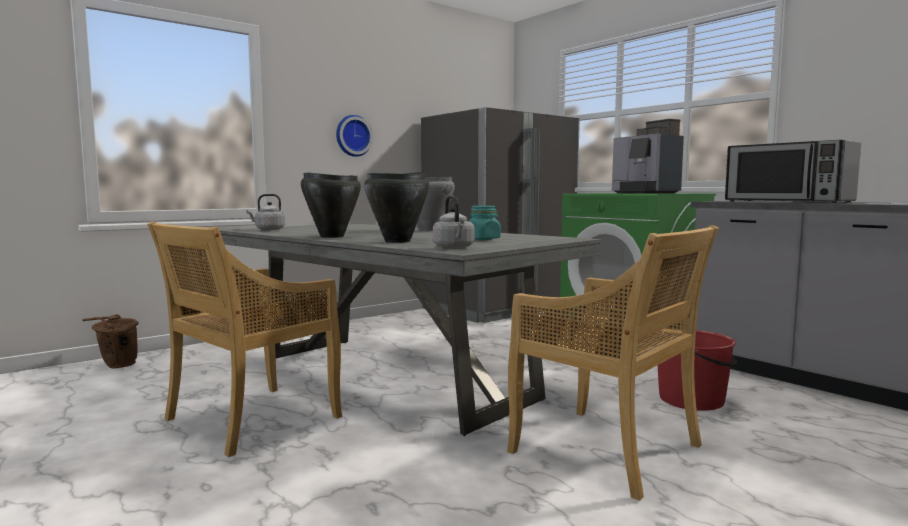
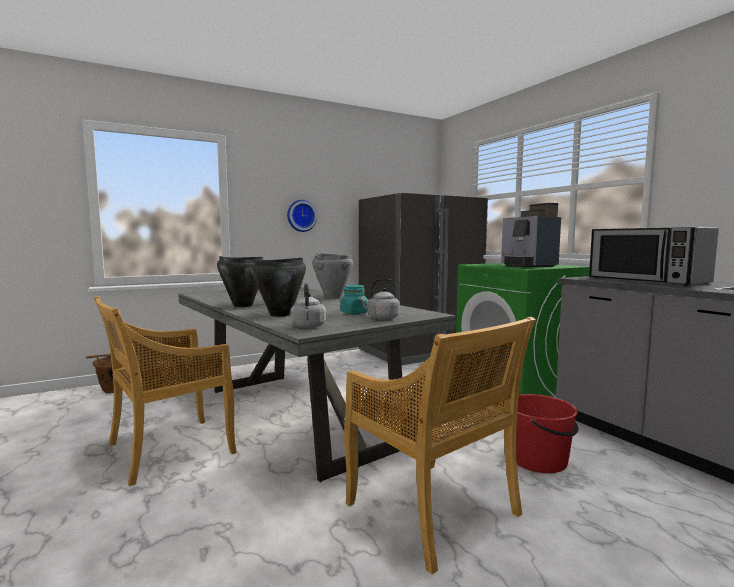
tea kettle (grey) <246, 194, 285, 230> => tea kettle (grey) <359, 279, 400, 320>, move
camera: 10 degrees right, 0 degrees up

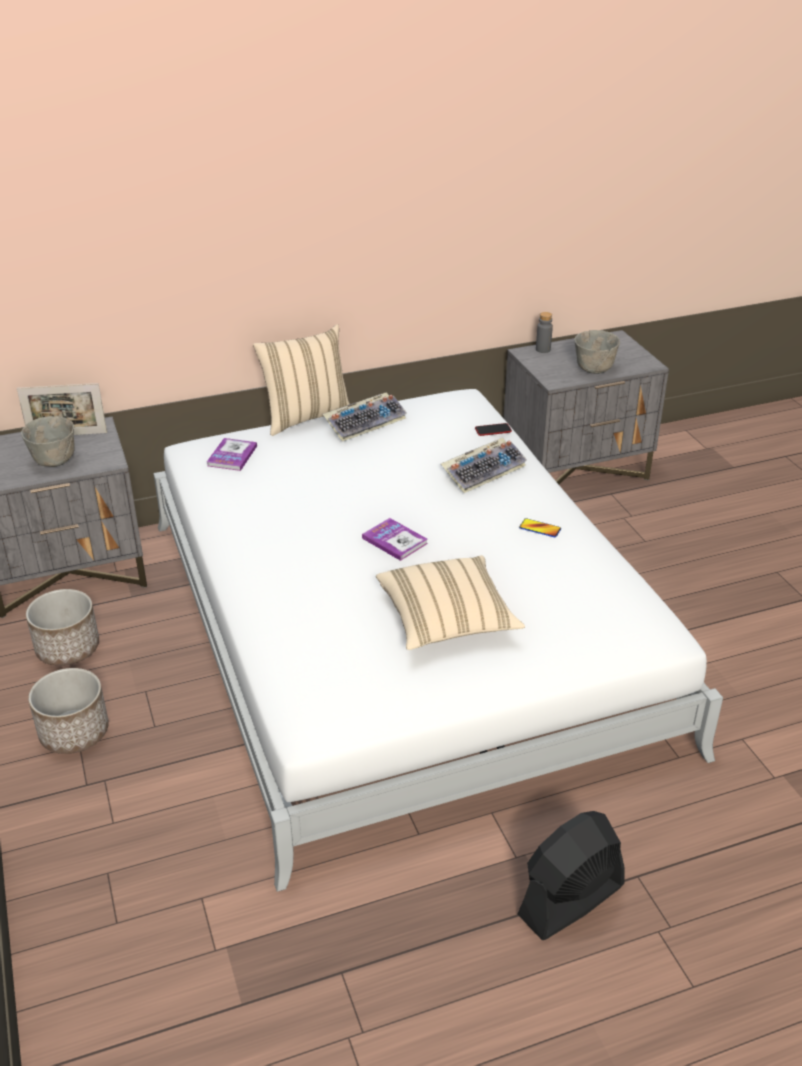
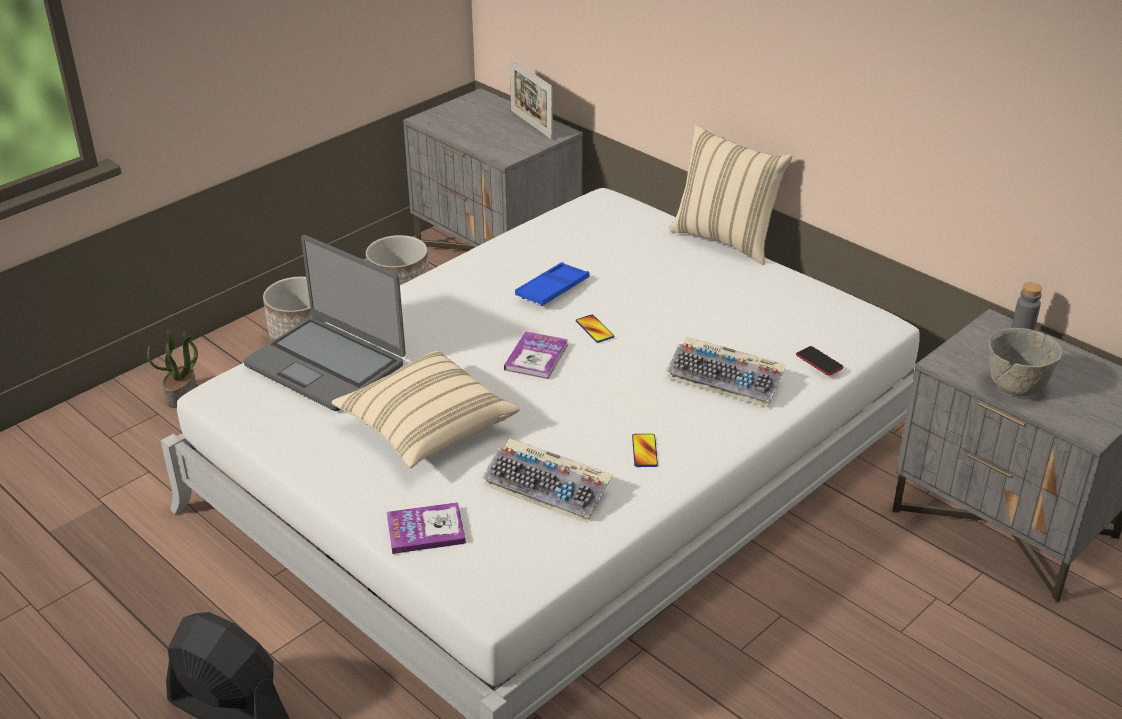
bowl (grey) <21, 416, 75, 467> => nothing
bound book <207, 438, 257, 471> => bound book <387, 502, 466, 554>, move
keyboard <323, 392, 407, 442> => keyboard <482, 439, 612, 523>, move
nothing => potted plant <147, 330, 198, 408>
nothing => notebook computer <243, 235, 406, 411>
nothing => tray (bluish) <515, 262, 589, 306>
nothing => handset <576, 315, 614, 343>
camera: 65 degrees right, 0 degrees up

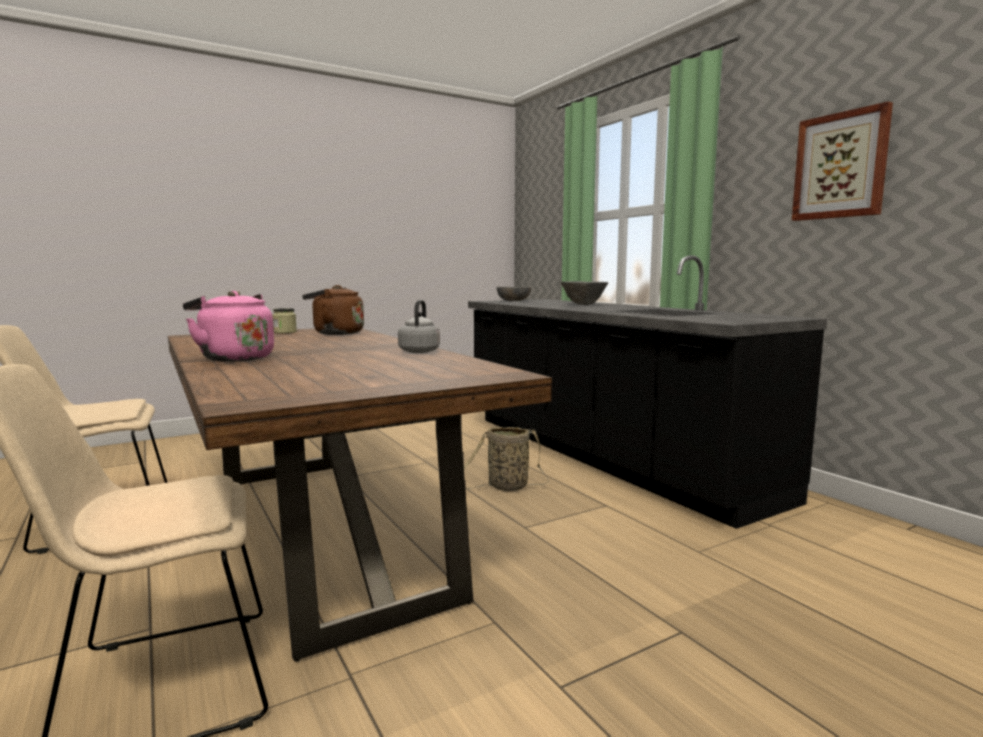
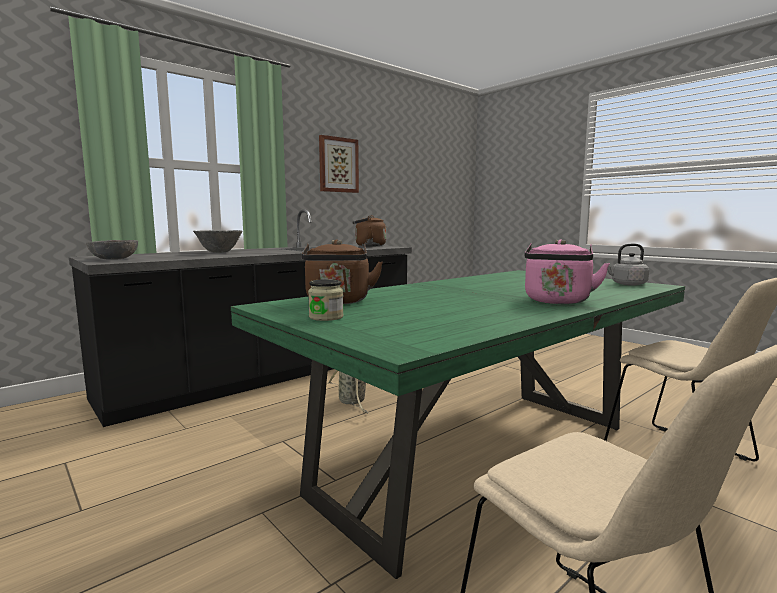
dinner table (brownish) <168, 328, 552, 662> => dinner table (green-coloured) <231, 270, 685, 579>
tea kettle (grey) <398, 300, 440, 353> => tea kettle (grey) <604, 244, 649, 286>, move
nothing => tea kettle (brownish) <353, 215, 386, 246>
camera: 100 degrees left, 0 degrees up

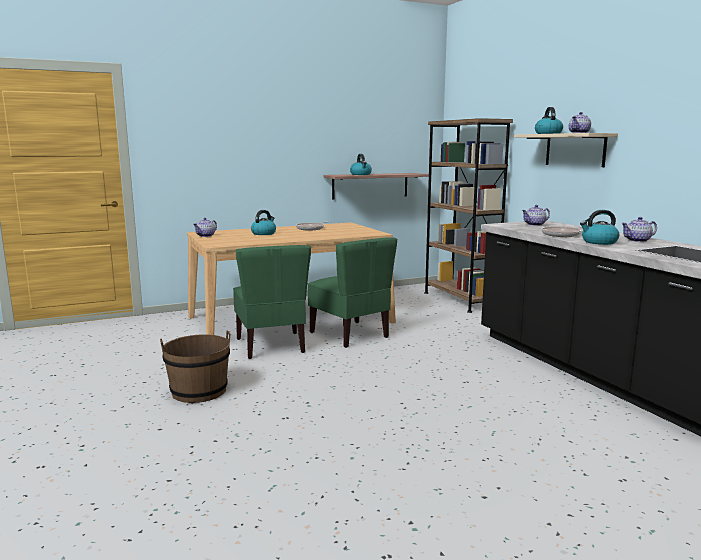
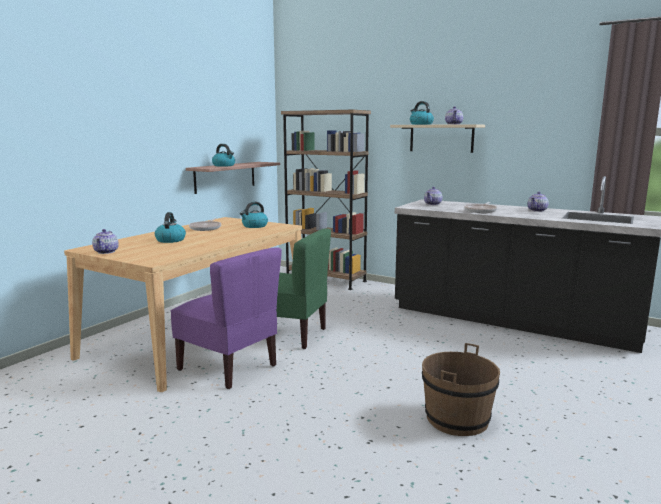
water bucket (brownish) <160, 330, 230, 403> => water bucket (brownish) <422, 343, 500, 436>, move
chair (green-coloured) <233, 245, 311, 359> => chair (purple) <171, 247, 282, 389>
tea kettle <580, 210, 619, 245> => tea kettle <240, 202, 268, 228>, move
camera: 35 degrees left, 0 degrees up

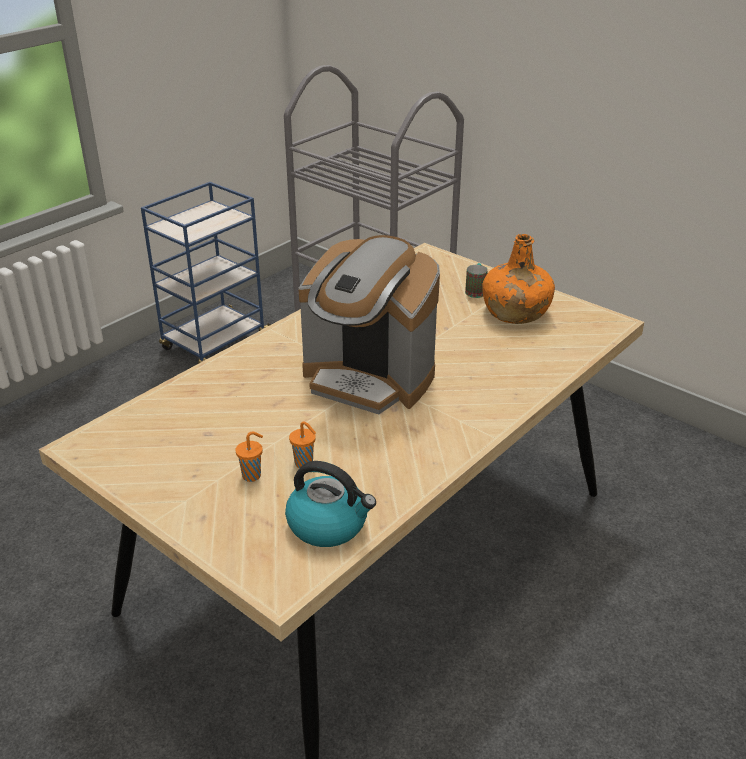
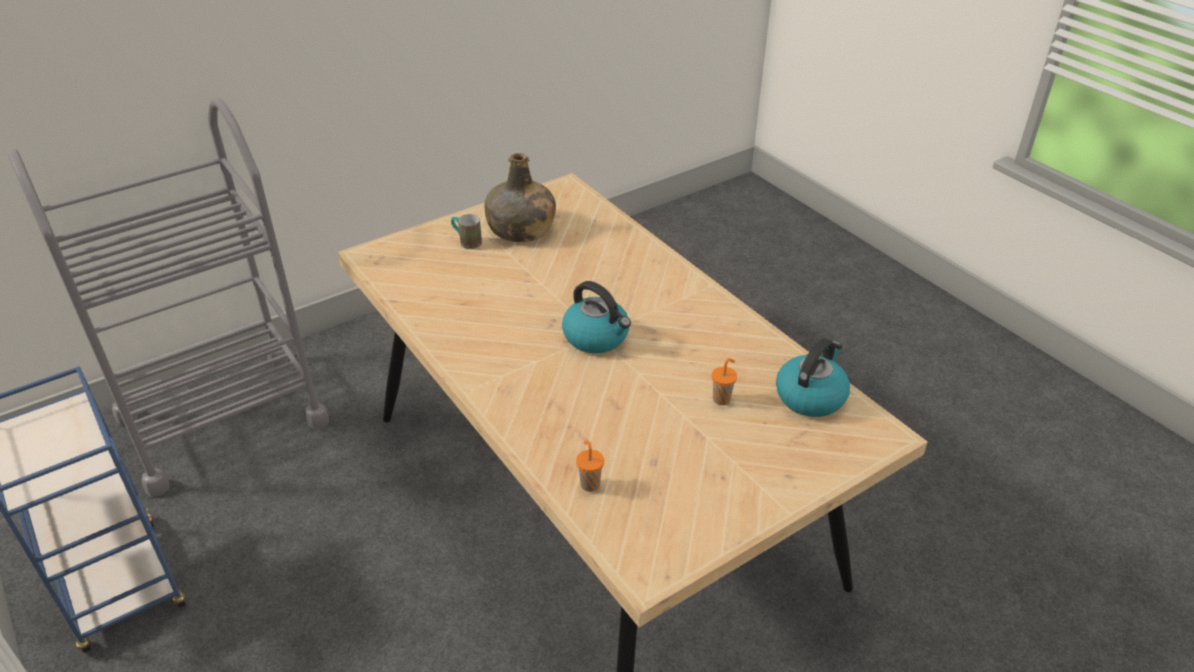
drinking cup (orangey) <235, 432, 263, 482> => drinking cup (orangey) <576, 441, 604, 492>, move
coffee maker <299, 235, 440, 414> => tea kettle <562, 281, 631, 353>
beverage bottle (orangey) <482, 234, 555, 324> => beverage bottle (green-coloured) <485, 153, 556, 242>
camera: 75 degrees left, 5 degrees up

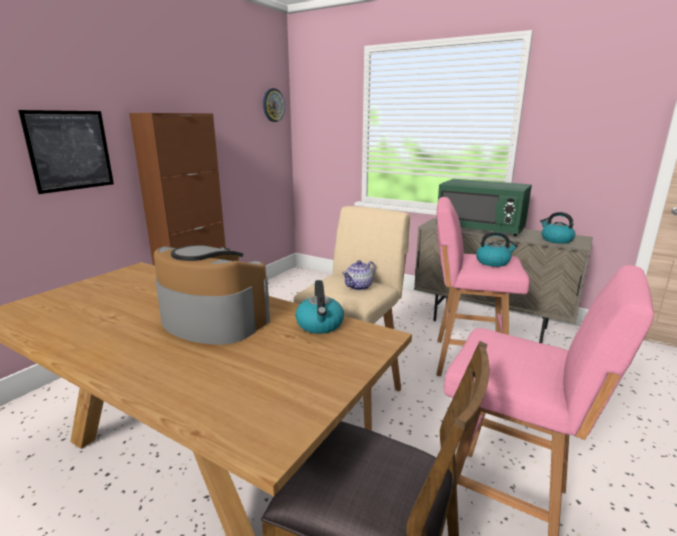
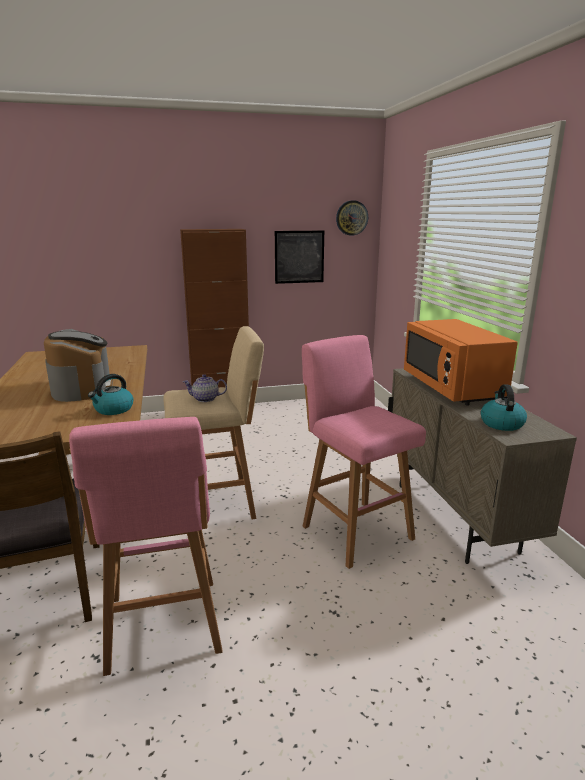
wall art <18, 110, 114, 194> => wall art <275, 231, 324, 284>, move
kitchen microwave (green-coloured) <436, 179, 532, 236> => kitchen microwave (orangey) <404, 319, 518, 406>
tea kettle <476, 231, 518, 267> => nothing
camera: 45 degrees right, 0 degrees up

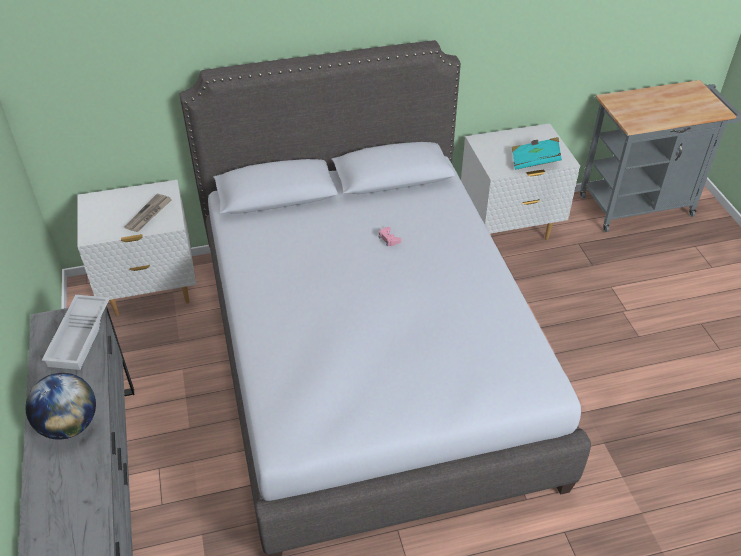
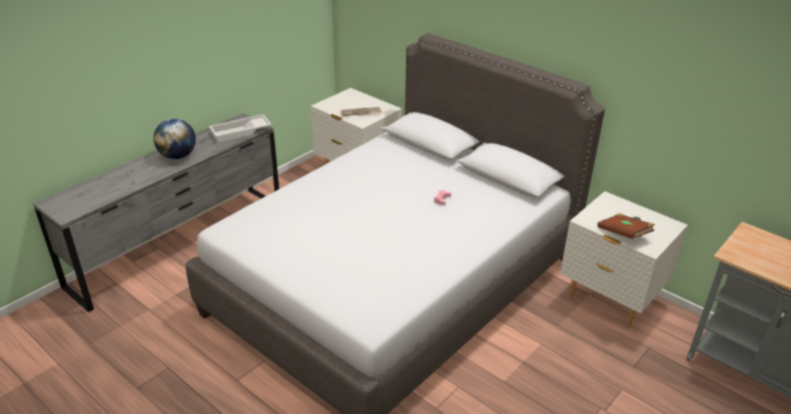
bound book (turquoise) <512, 137, 562, 170> => bound book (brownish) <597, 213, 655, 239>
camera: 55 degrees right, 10 degrees down

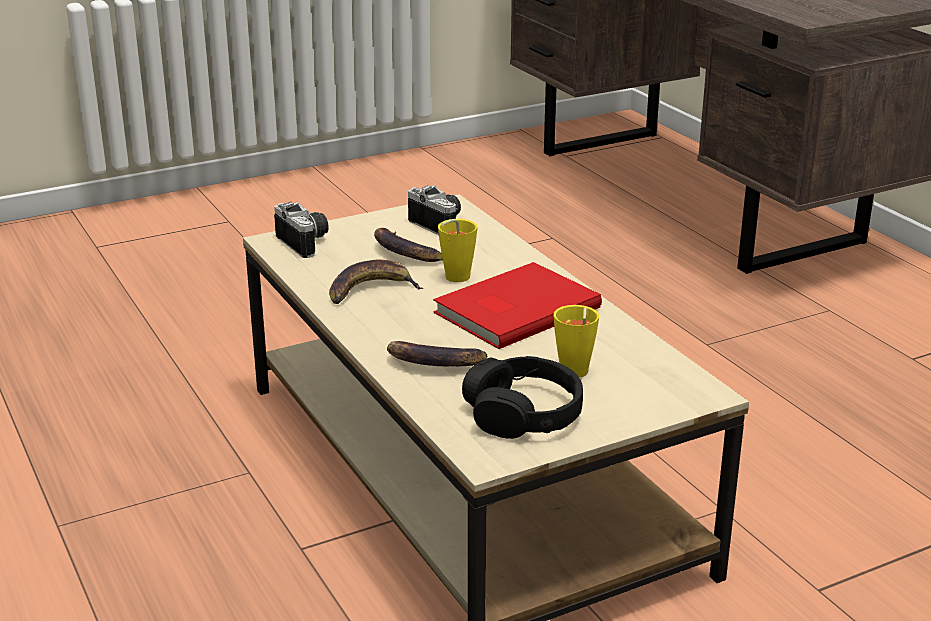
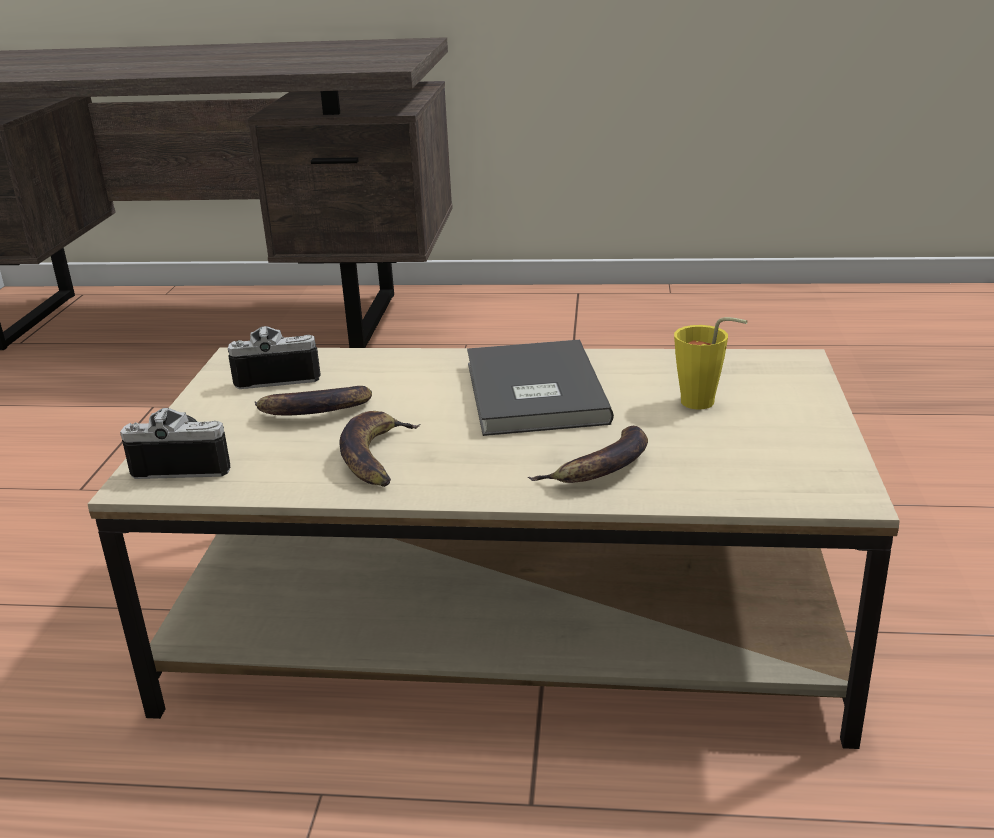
bound book (red-coloured) <433, 262, 602, 349> => bound book (grey) <467, 340, 614, 436>
drinking cup (yellowish) <438, 219, 477, 282> => nothing
headphones (black) <462, 356, 583, 439> => nothing
camera: 55 degrees left, 0 degrees up

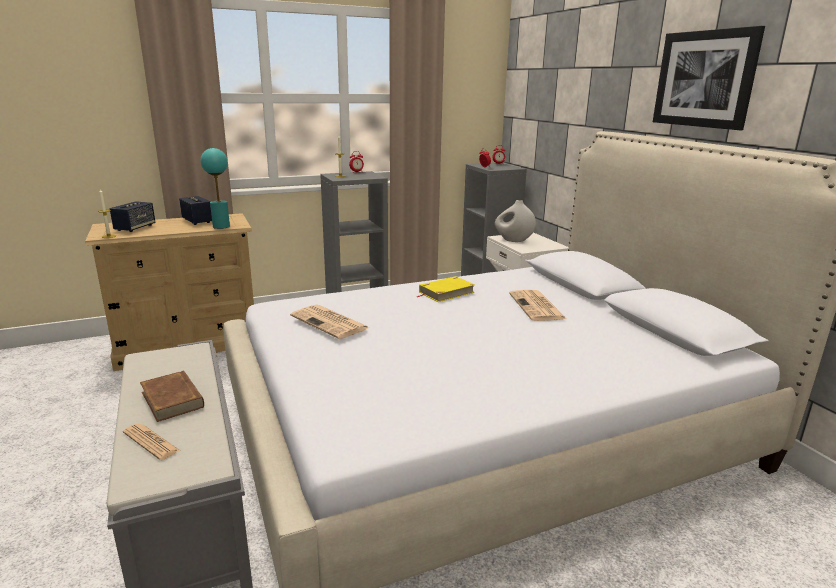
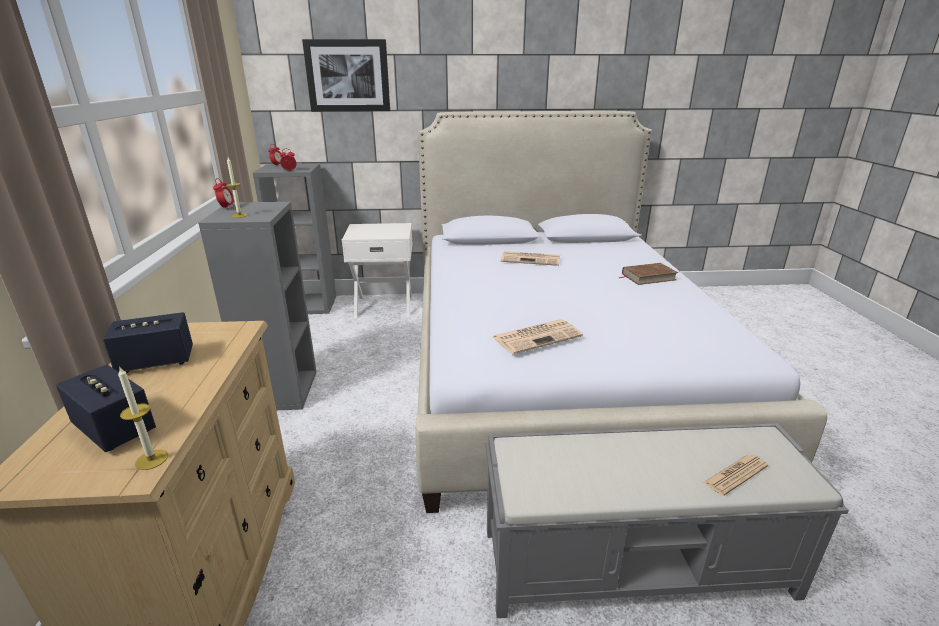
bound book (brownish) <140, 371, 204, 422> => bound book (brownish) <619, 263, 678, 285>, move
tabletop lamp (turquoise) <201, 148, 230, 229> => nothing
bound book (yellowish) <417, 276, 475, 302> => nothing
decorative vase (whitish) <495, 200, 536, 242> => nothing
wall art <653, 26, 765, 130> => wall art <302, 39, 390, 112>, move
camera: 70 degrees left, 5 degrees up

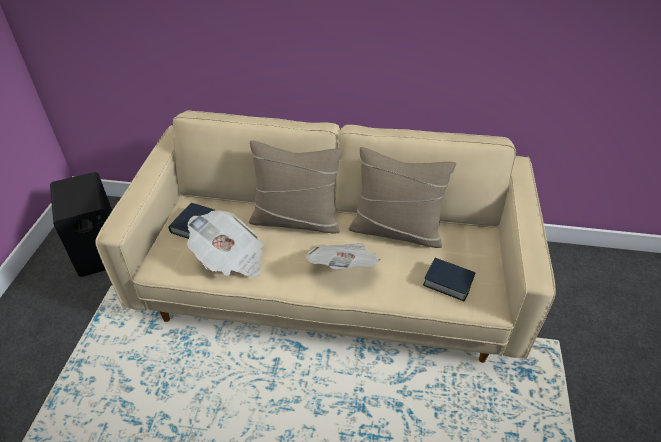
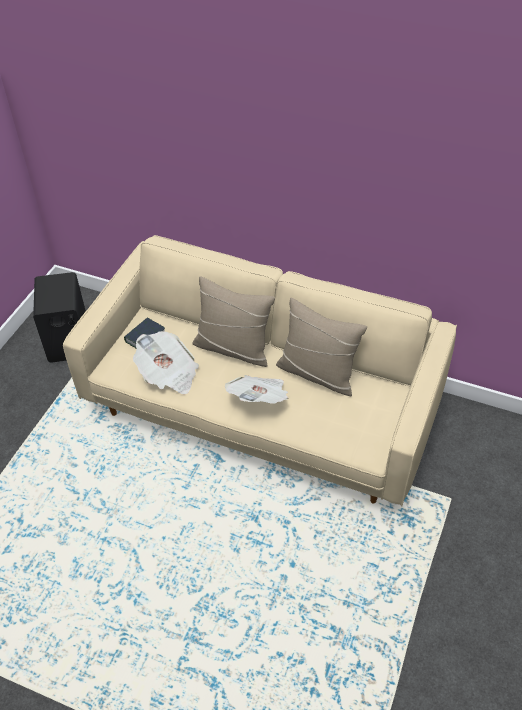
bound book <423, 258, 476, 301> => nothing
camera: 15 degrees right, 5 degrees up

